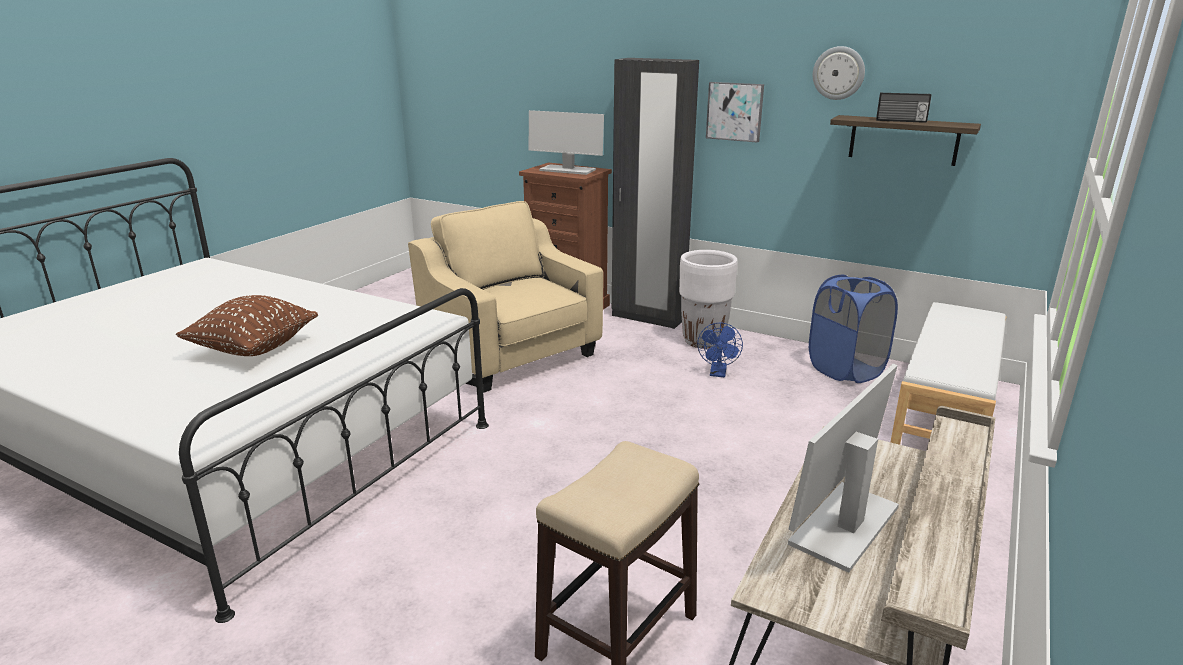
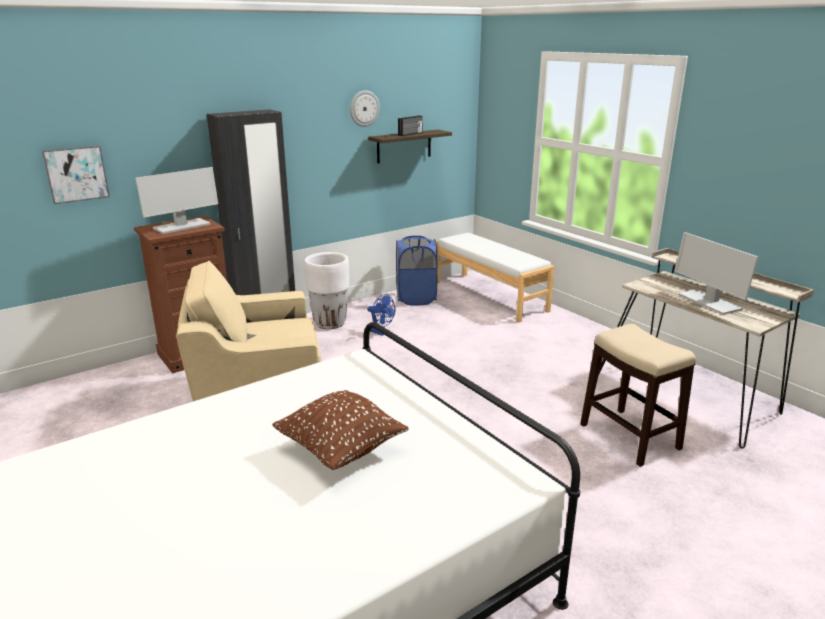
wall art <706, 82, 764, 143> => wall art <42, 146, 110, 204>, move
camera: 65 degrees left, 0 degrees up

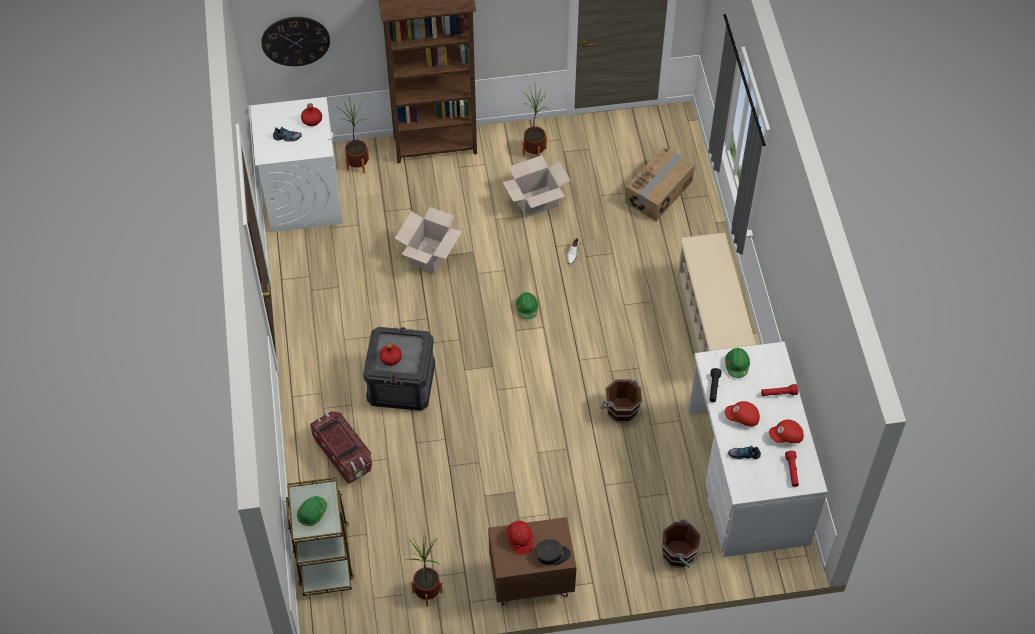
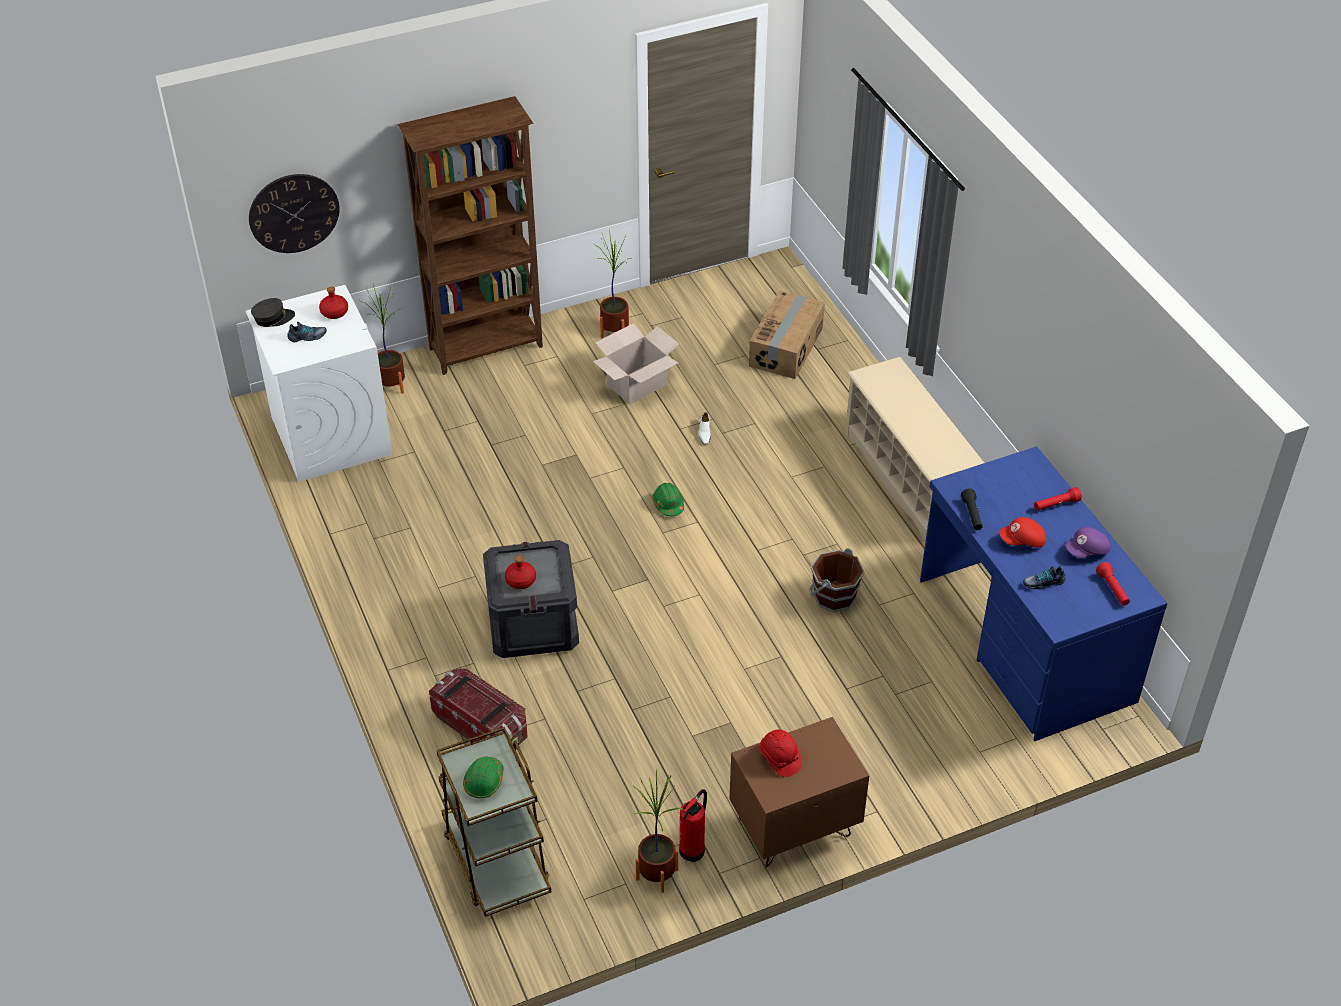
carton <395, 207, 462, 273> => nothing
cap (grey) <535, 539, 571, 565> => cap (grey) <251, 298, 295, 327>, move
water bucket (brownish) <661, 519, 701, 568> => nothing
desk unit (whitish) <688, 342, 828, 557> => desk unit (bluish) <920, 446, 1167, 741>
safety helmet (green-coloured) <725, 348, 750, 378> => nothing
cap (red-coloured) <769, 420, 804, 443> => cap (purple) <1066, 527, 1111, 558>
nothing => fire extinguisher <679, 789, 707, 862>
camera: 15 degrees left, 10 degrees down

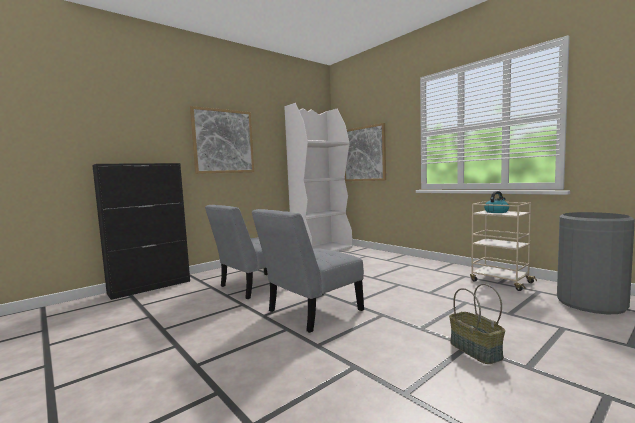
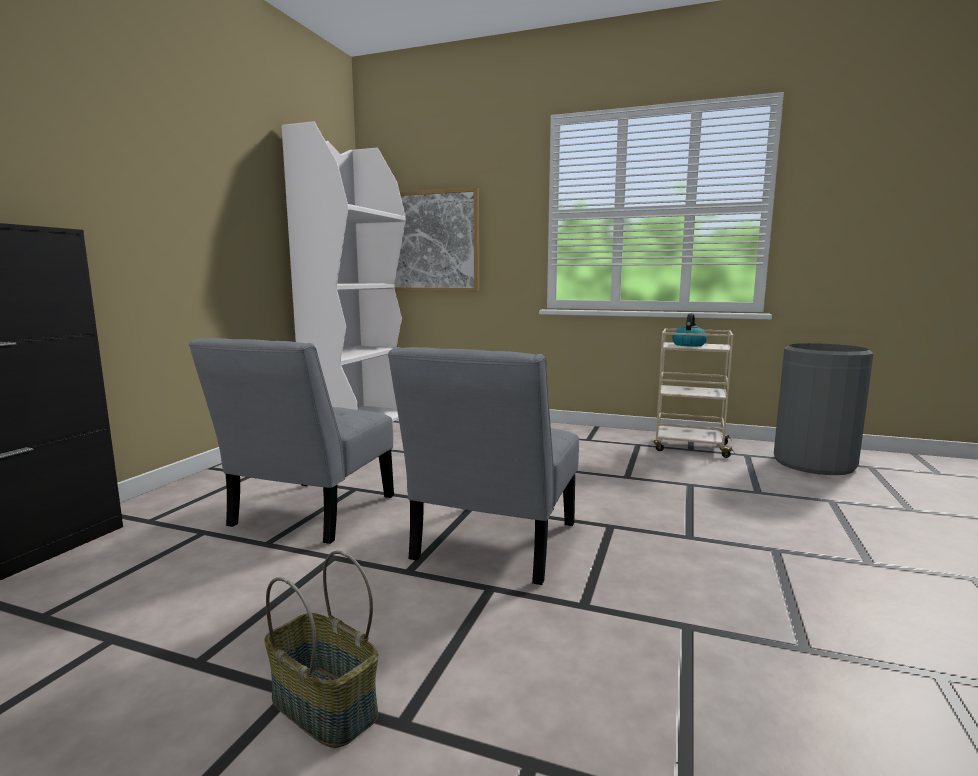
wall art <190, 106, 254, 174> => nothing
storage basket <449, 284, 505, 364> => storage basket <265, 551, 379, 748>, move
camera: 30 degrees left, 5 degrees up

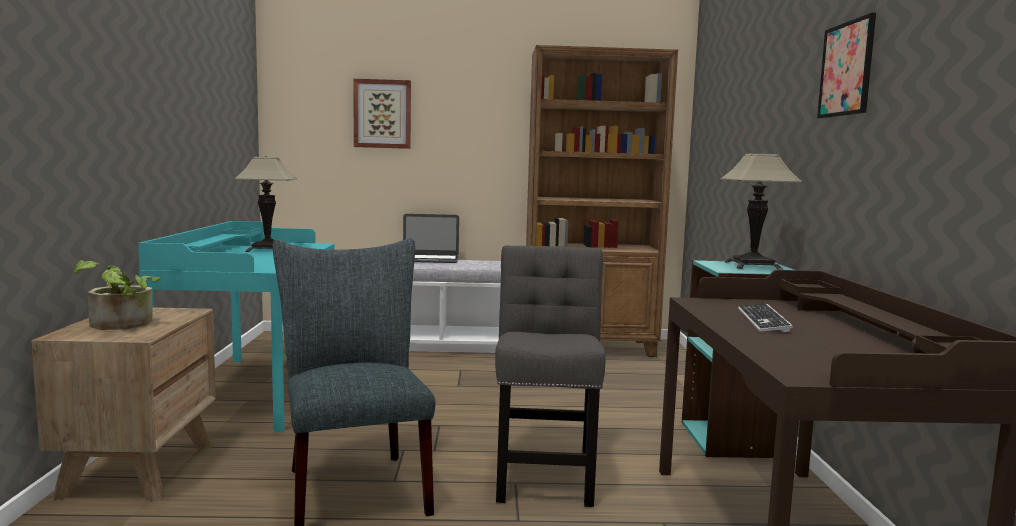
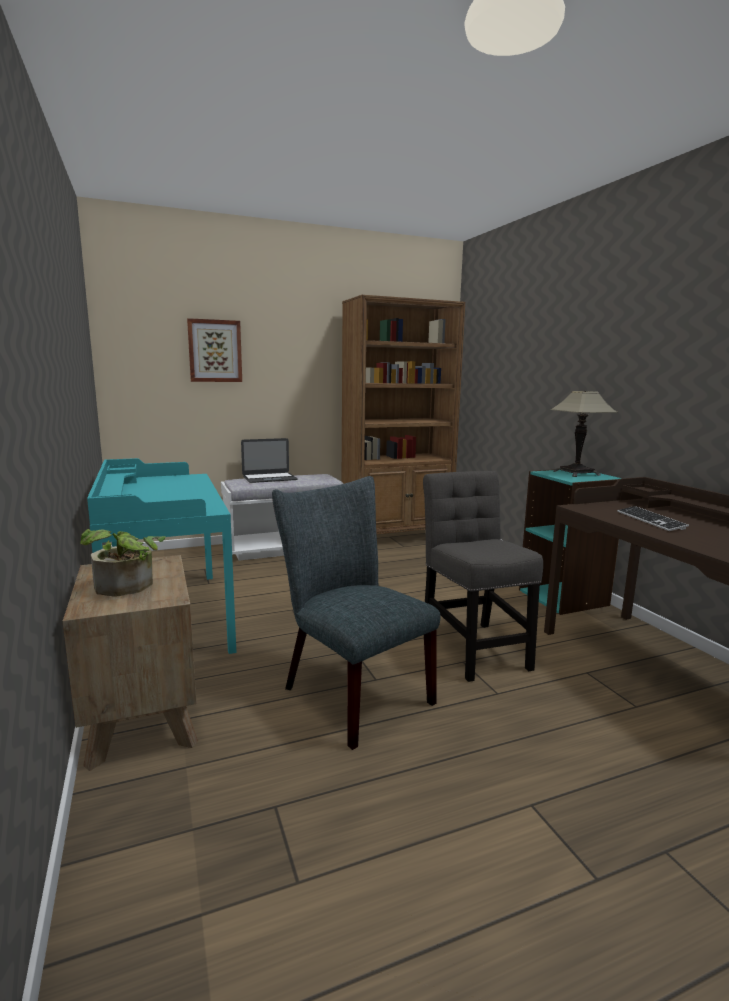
tabletop lamp <233, 156, 297, 252> => nothing
wall art <817, 13, 876, 118> => nothing
camera: 20 degrees left, 5 degrees up

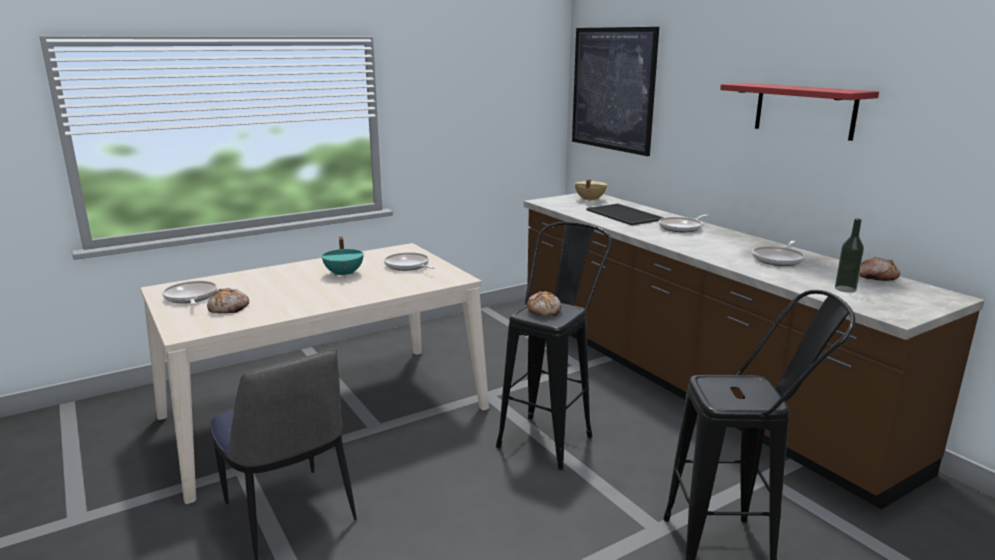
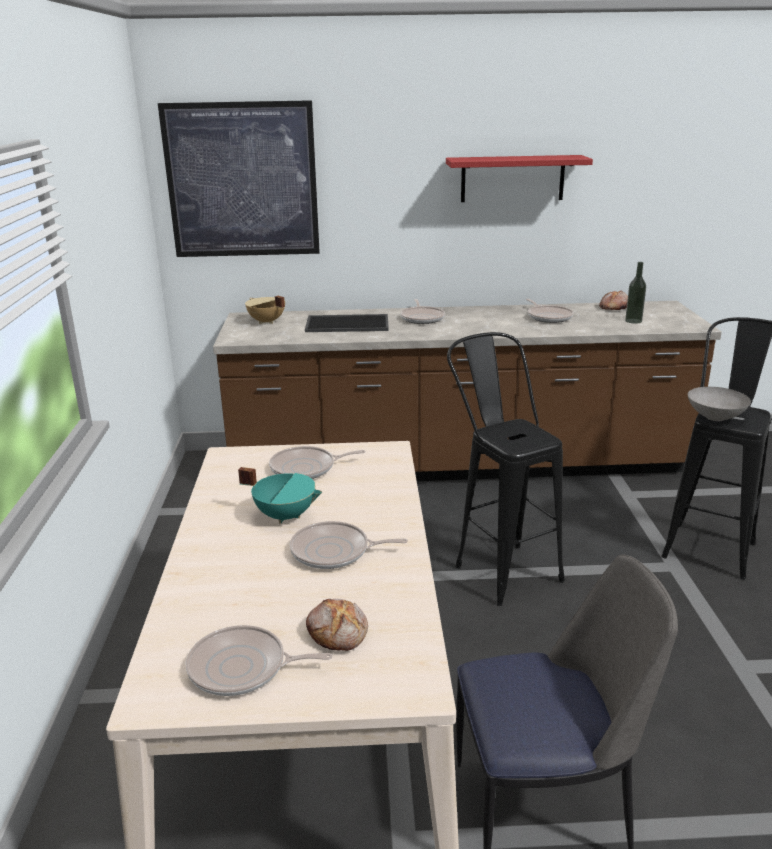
baked bread <527, 291, 561, 316> => nothing
nothing => skillet <290, 521, 408, 569>
nothing => bowl (grey) <688, 387, 751, 421>
camera: 60 degrees left, 5 degrees up

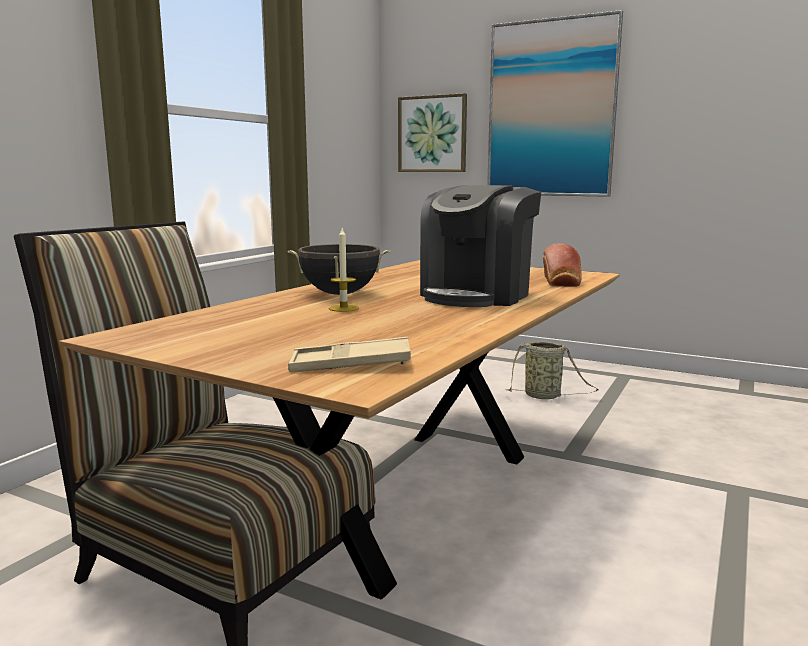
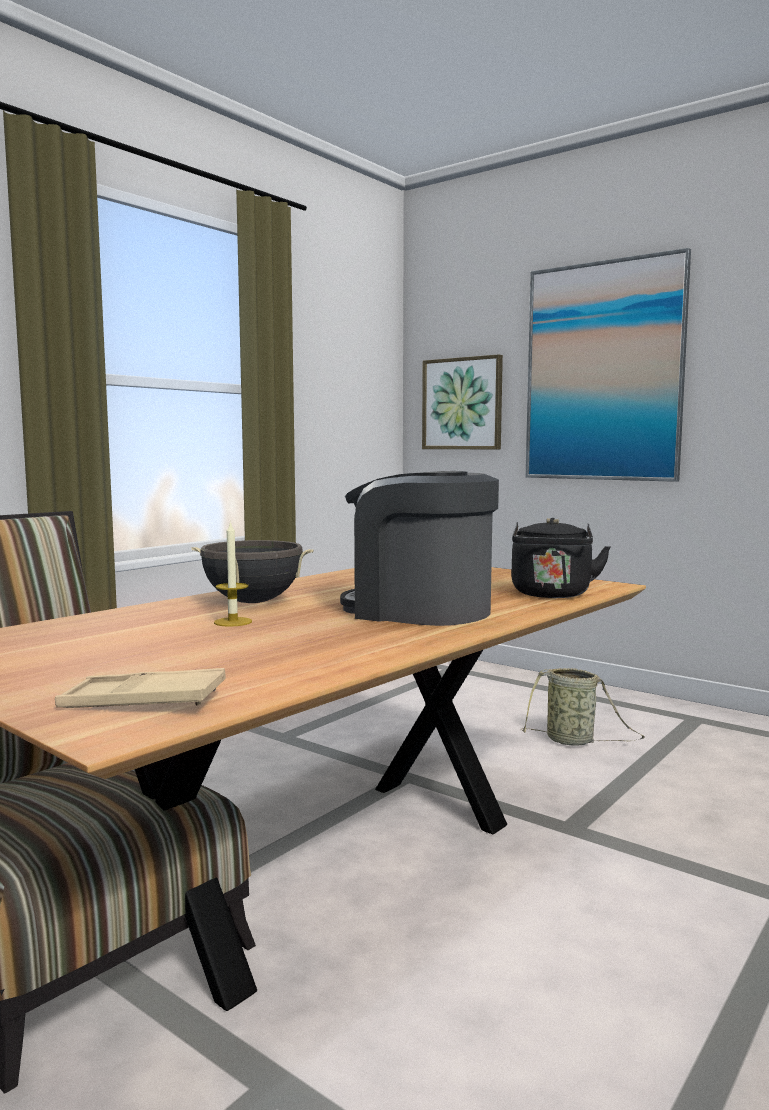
coffee maker <420, 185, 541, 307> => coffee maker <340, 471, 499, 626>, 75 degrees clockwise
baked bread <543, 243, 582, 287> => tea kettle (black) <512, 518, 611, 598>
camera: 10 degrees right, 5 degrees down

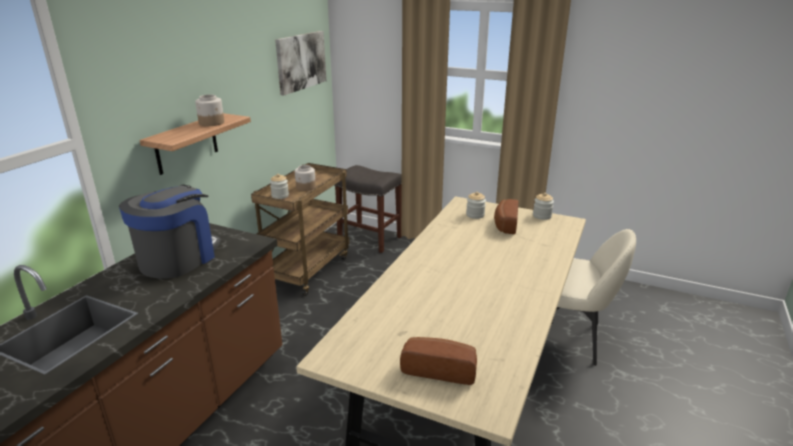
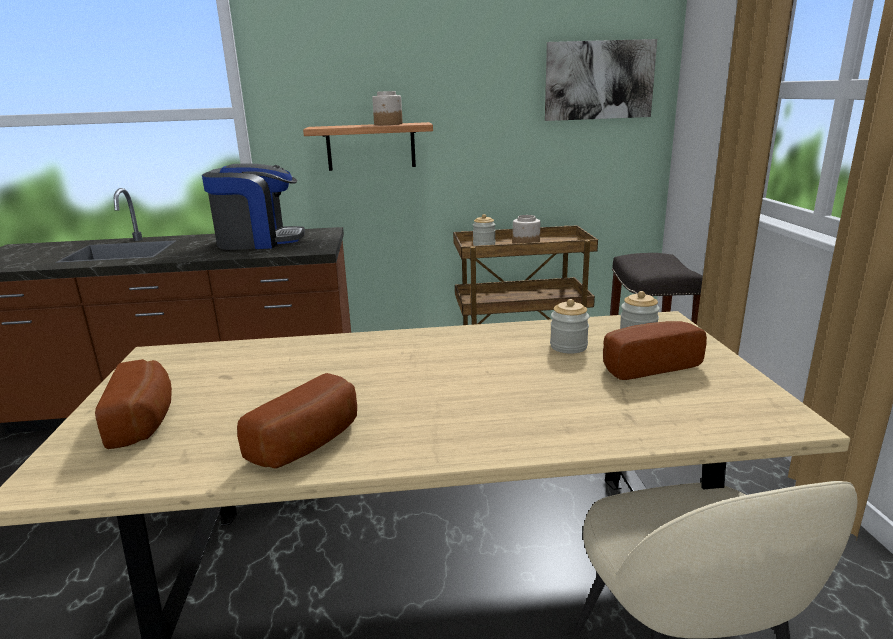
jar <533, 193, 554, 220> => jar <550, 299, 589, 354>, move
nothing => baked bread <237, 373, 357, 468>
camera: 60 degrees right, 5 degrees down

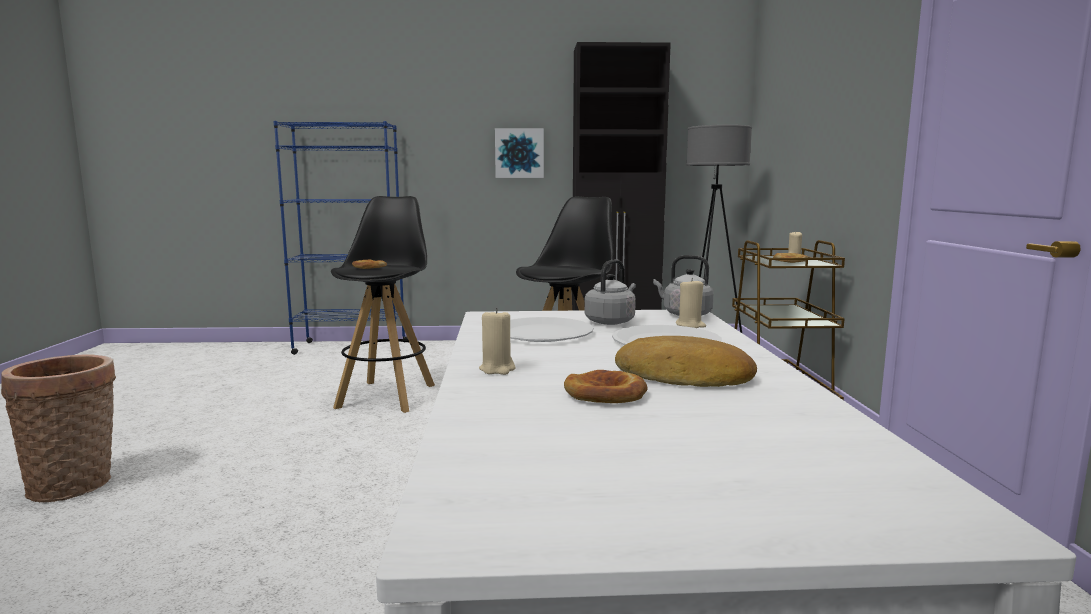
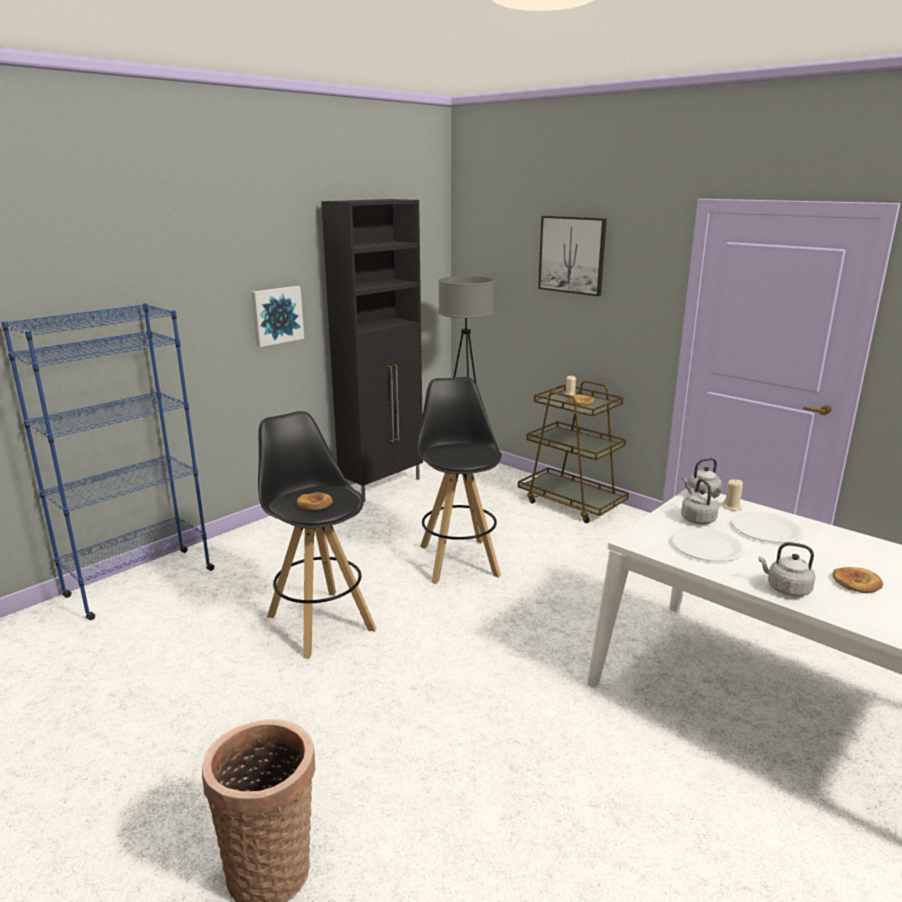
candle (sand-coloured) <479, 308, 516, 375> => tea kettle (grey) <759, 542, 815, 597>
baked bread <615, 336, 757, 387> => nothing
nothing => wall art <538, 216, 607, 296>
camera: 45 degrees left, 10 degrees up

